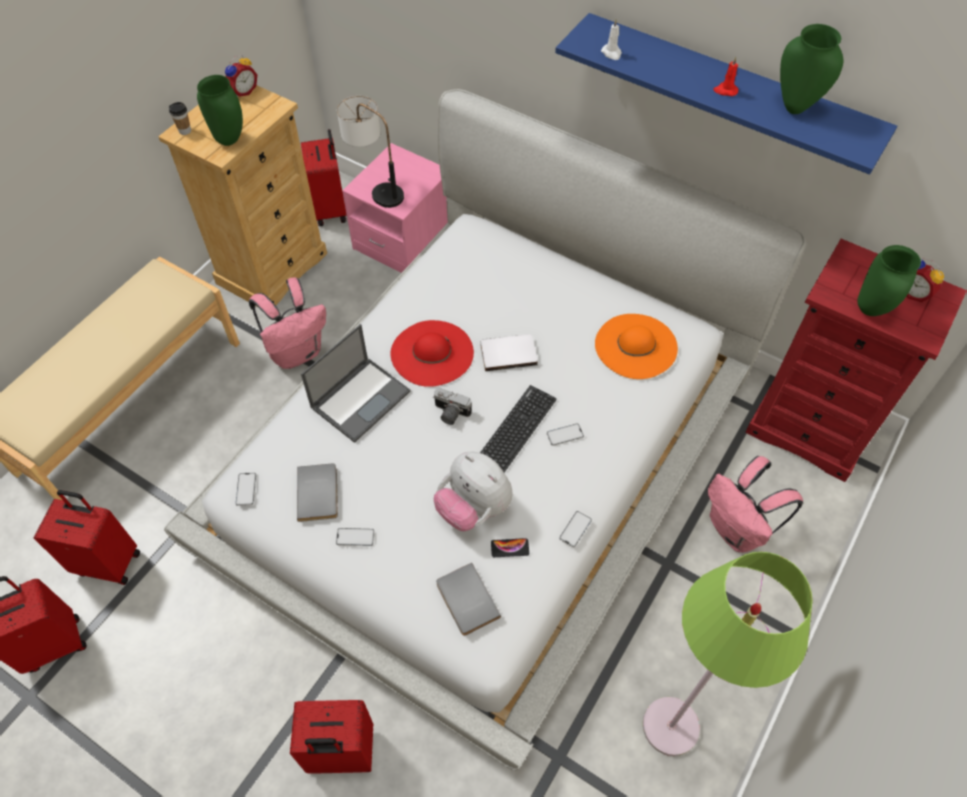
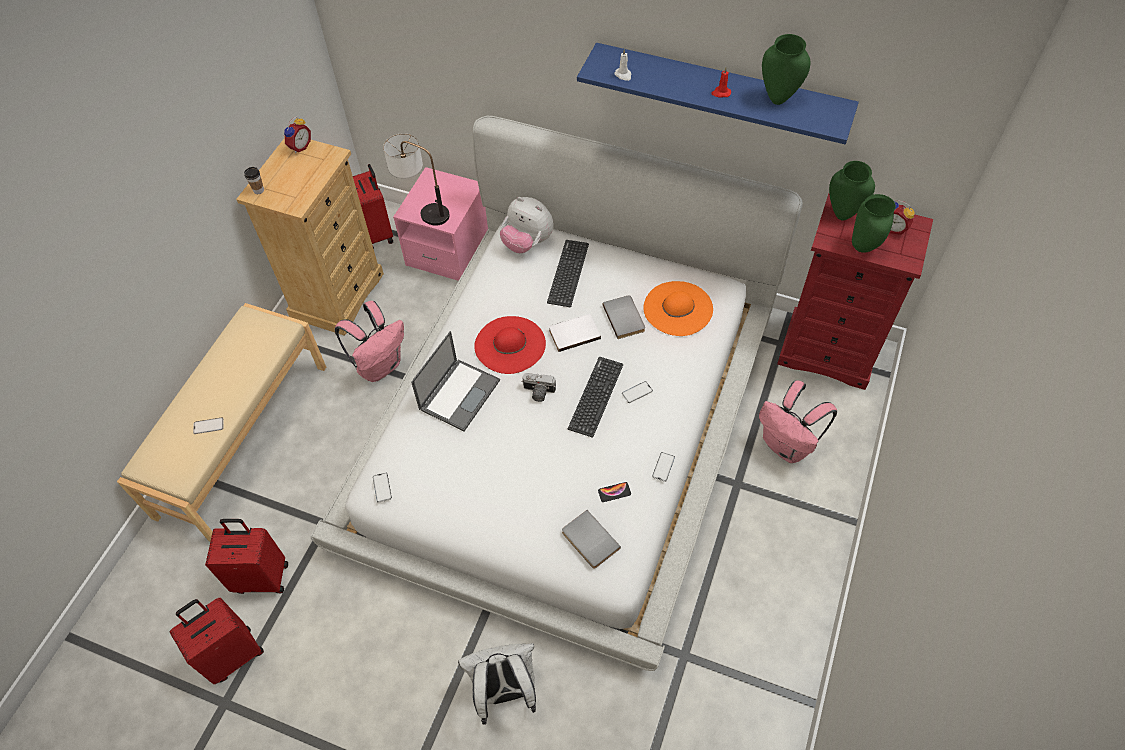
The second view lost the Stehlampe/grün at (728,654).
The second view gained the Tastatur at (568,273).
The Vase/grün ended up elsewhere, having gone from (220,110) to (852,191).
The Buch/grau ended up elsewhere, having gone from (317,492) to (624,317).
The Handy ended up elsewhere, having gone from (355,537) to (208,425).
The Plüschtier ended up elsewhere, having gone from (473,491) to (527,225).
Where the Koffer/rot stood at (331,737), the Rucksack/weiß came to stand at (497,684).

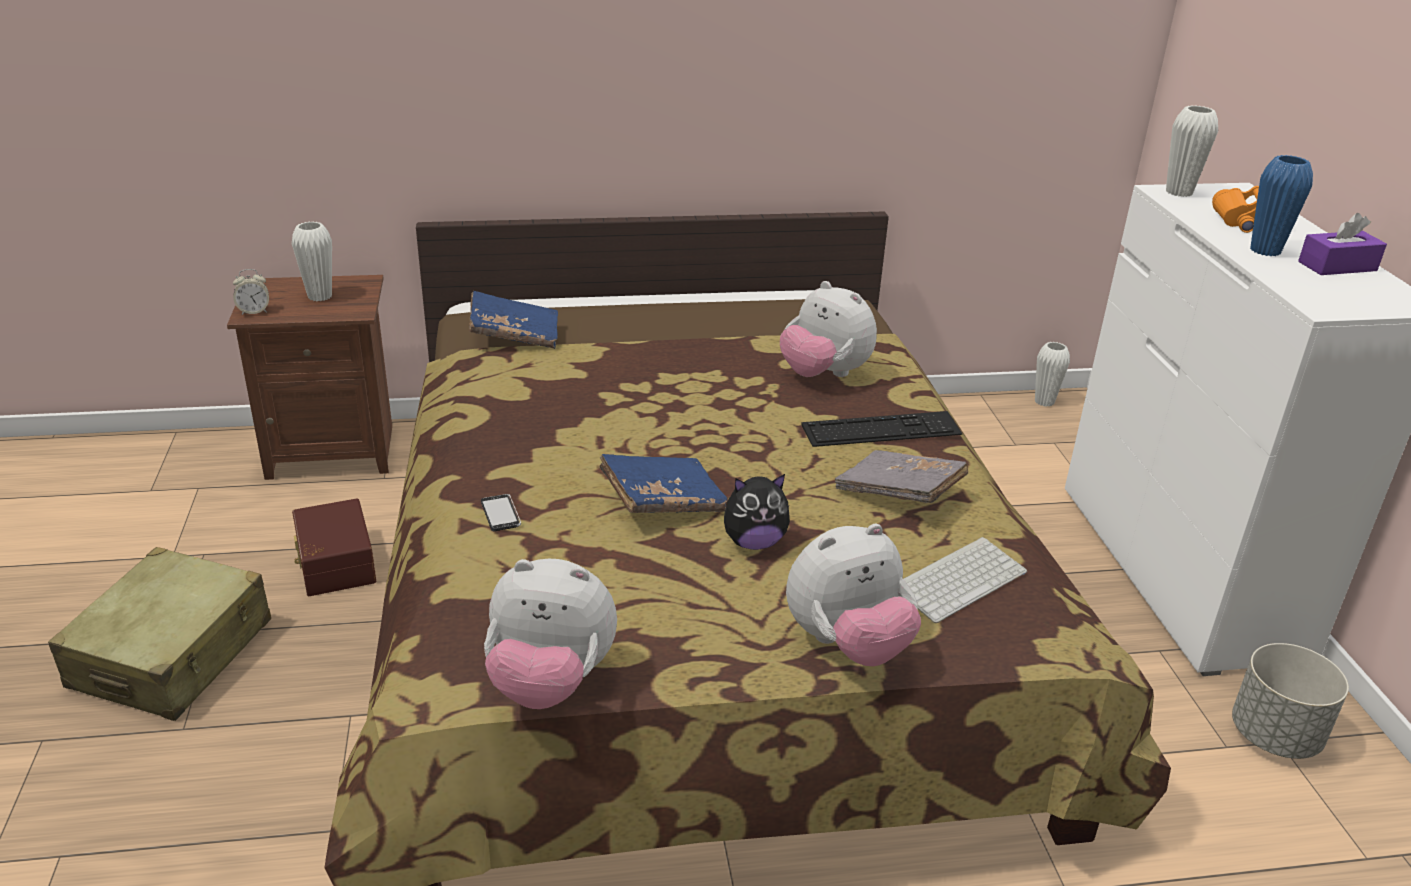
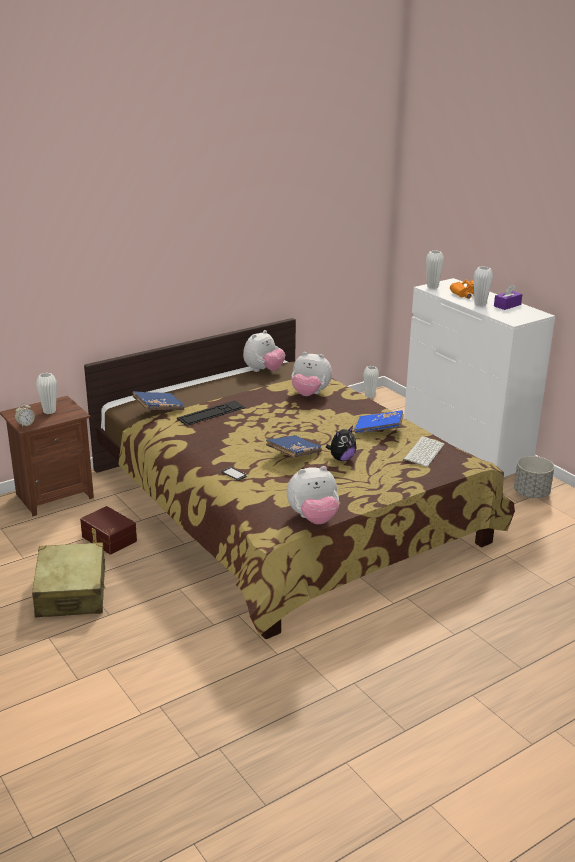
The Plüschtier ended up elsewhere, having gone from (853,595) to (264,351).
The Tastatur ended up elsewhere, having gone from (881,429) to (211,413).
What was the Buch/grau at (901,476) turned into the Buch/blau at (379,422).
What was the Vase/blau at (1281,205) turned into the Vase/weiß at (483,286).

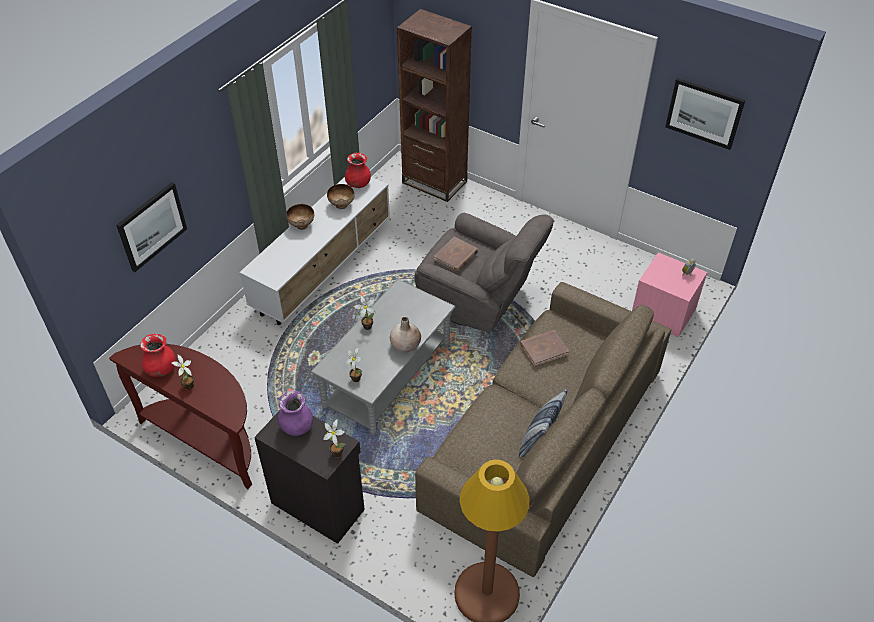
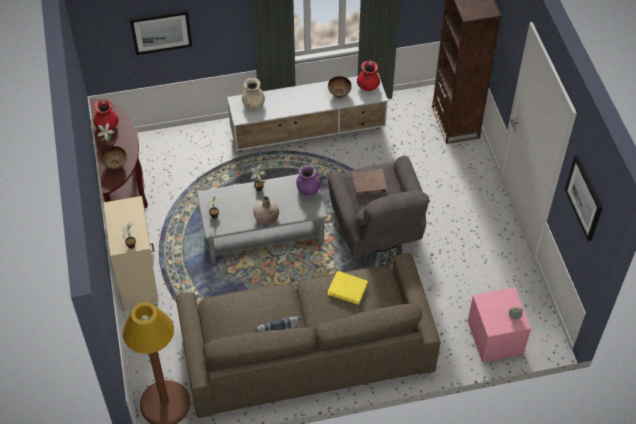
The second view gained the Vase/beige at (253,93).
The Vase/lila ended up elsewhere, having gone from (295,413) to (308,180).
The Schüssel ended up elsewhere, having gone from (300,217) to (114,158).
What was the Schrank/schwarz at (309,477) turned into the Schrank/beige at (131,252).
What was the Buch/braun at (544,348) turned into the Buch/gelb at (348,288).

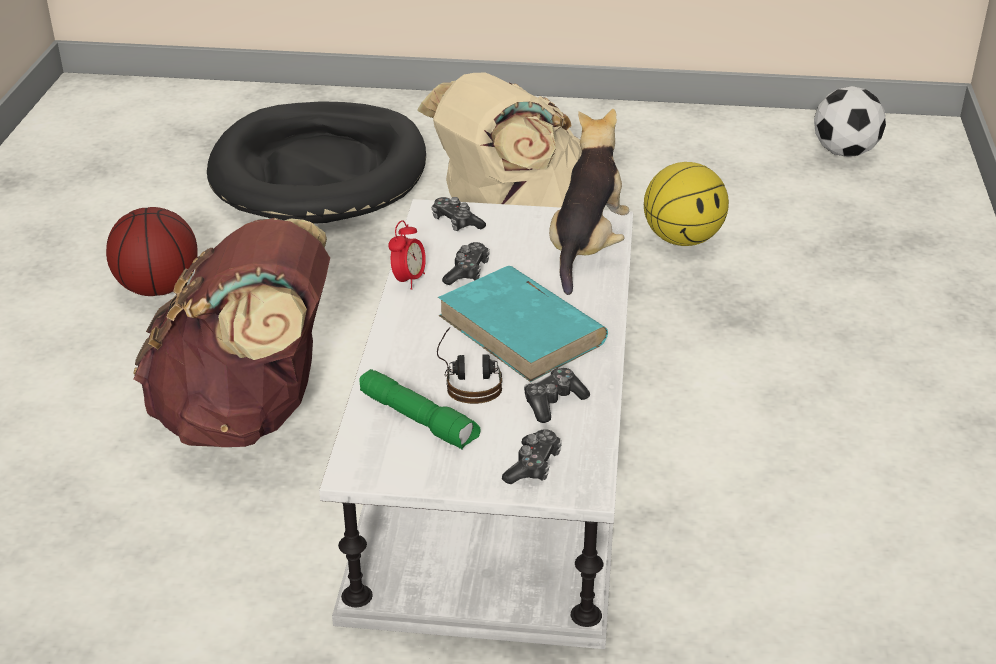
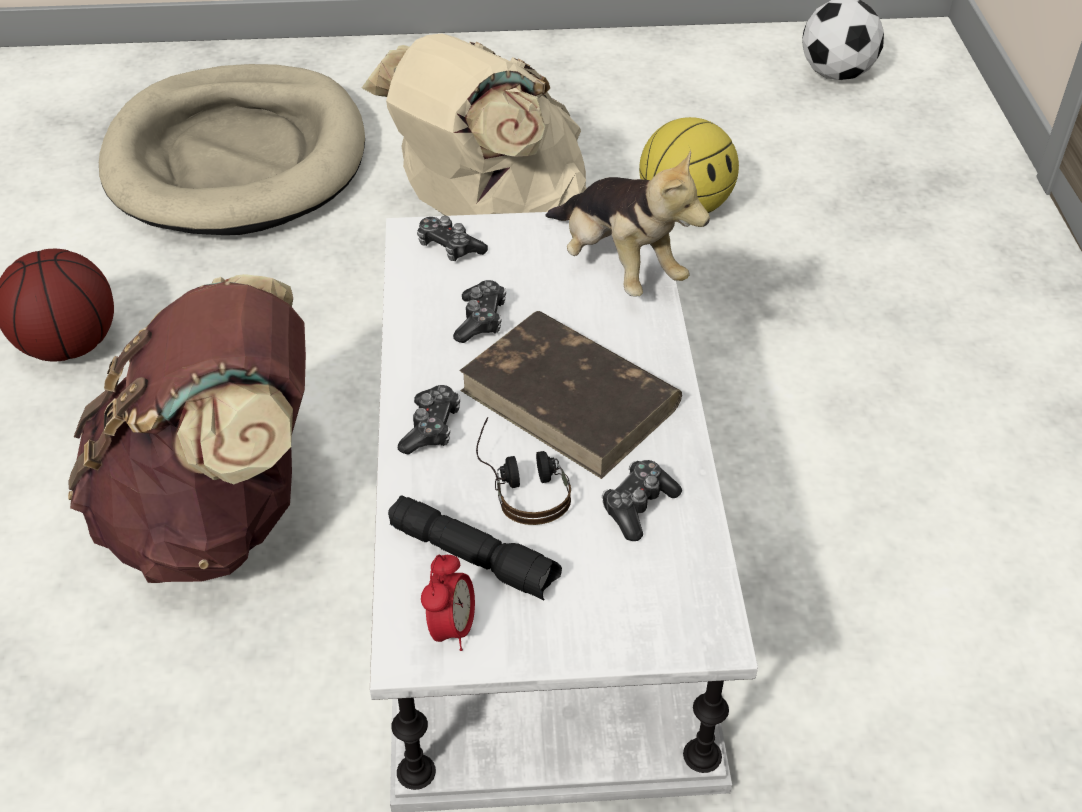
The Wecker ended up elsewhere, having gone from (407,255) to (448,603).
The Gamepad ended up elsewhere, having gone from (532,456) to (429,420).
What was the Hundebett/schwarz at (316,162) turned into the Hundebett/beige at (232,149).
What was the Taschenlampe/grün at (420,409) turned into the Taschenlampe/schwarz at (475,547).
What was the Buch/türkis at (523,324) turned into the Buch/braun at (570,395).
The Plüschtier at (589,202) ended up facing another way, 135 degrees clockwise from before.

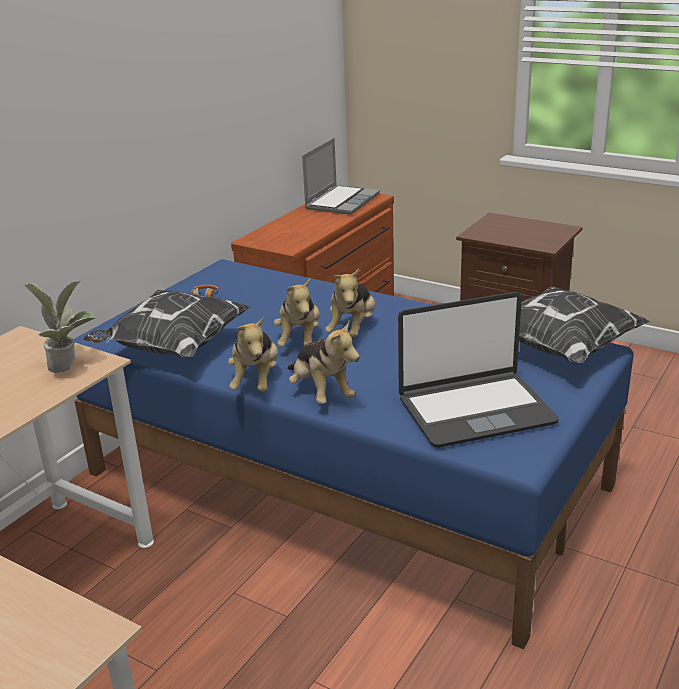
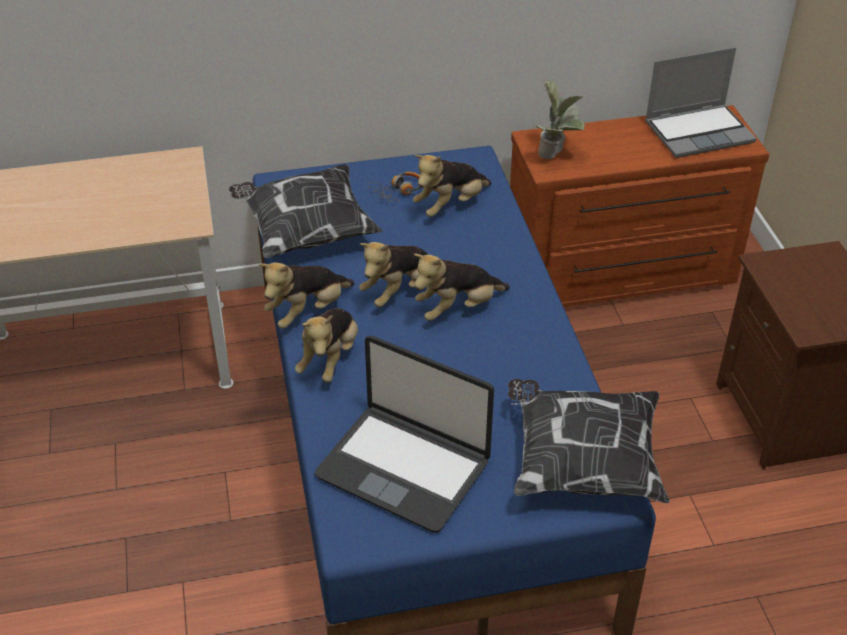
The second view gained the Plüschtier at (452,186).
The Topfpflanze ended up elsewhere, having gone from (60,327) to (559,120).

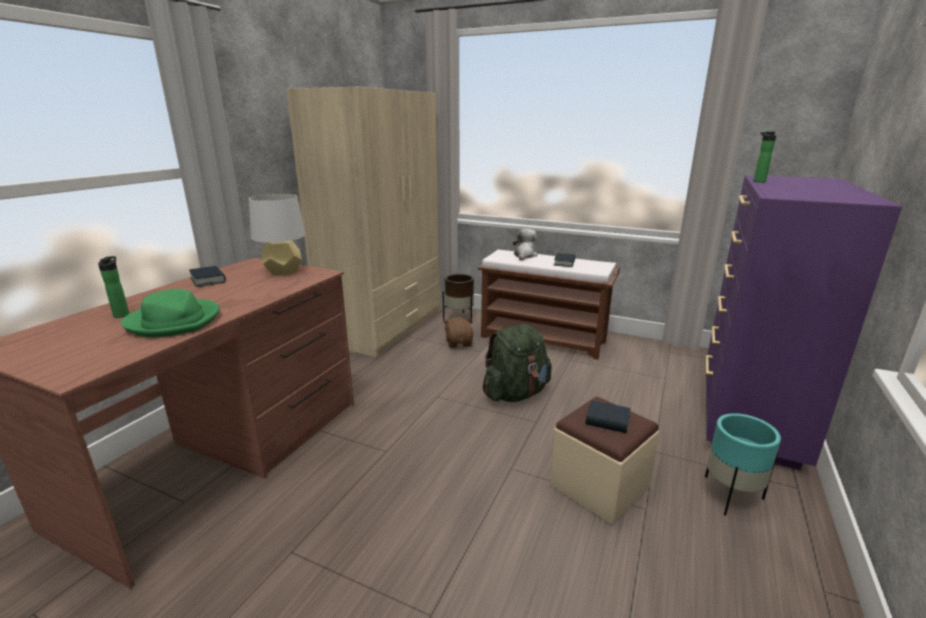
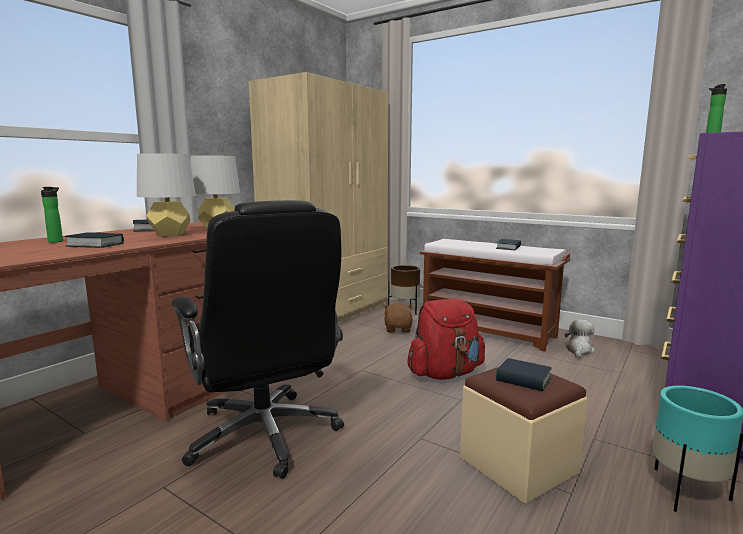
The second view gained the Tischlampe/grau at (166,195).
The second view gained the Bürostuhl/schwarz at (258,339).
The Plüschtier ended up elsewhere, having gone from (525,244) to (579,338).
Where the Hut/grün stood at (170,313), the Buch came to stand at (94,240).
What was the Rucksack/grün at (517,363) turned into the Rucksack/rot at (446,339).

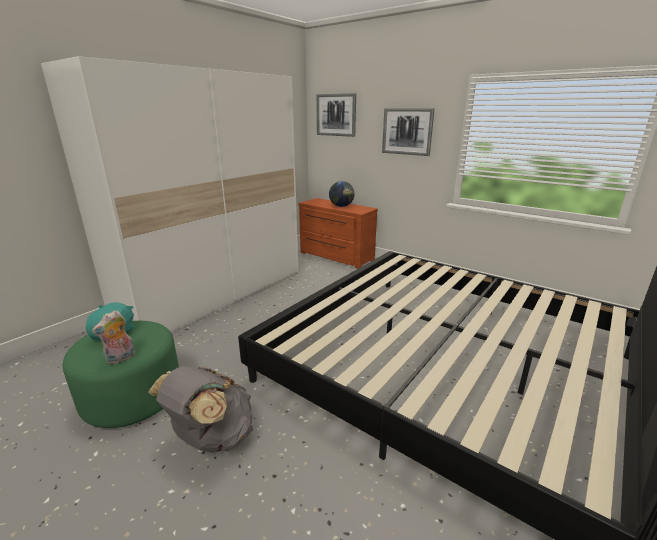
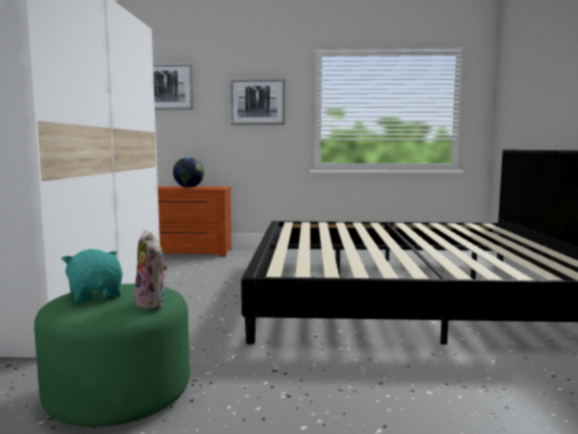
The second view lost the Rucksack/grau at (200,409).
The Plüschtier at (113,337) ended up facing another way, 45 degrees counterclockwise from before.

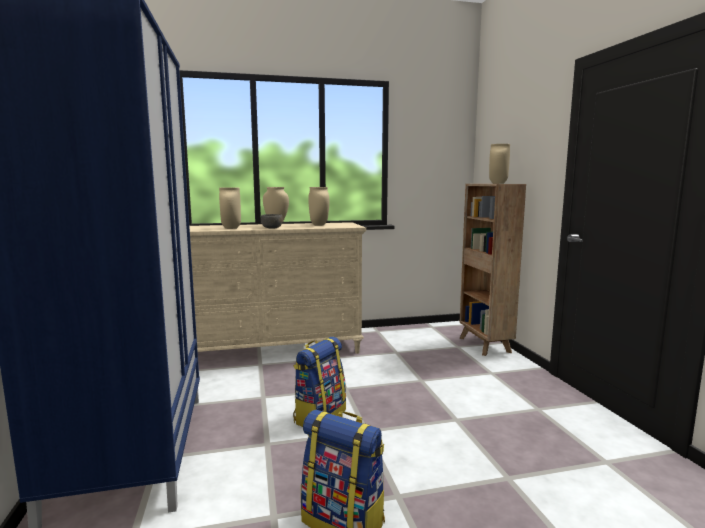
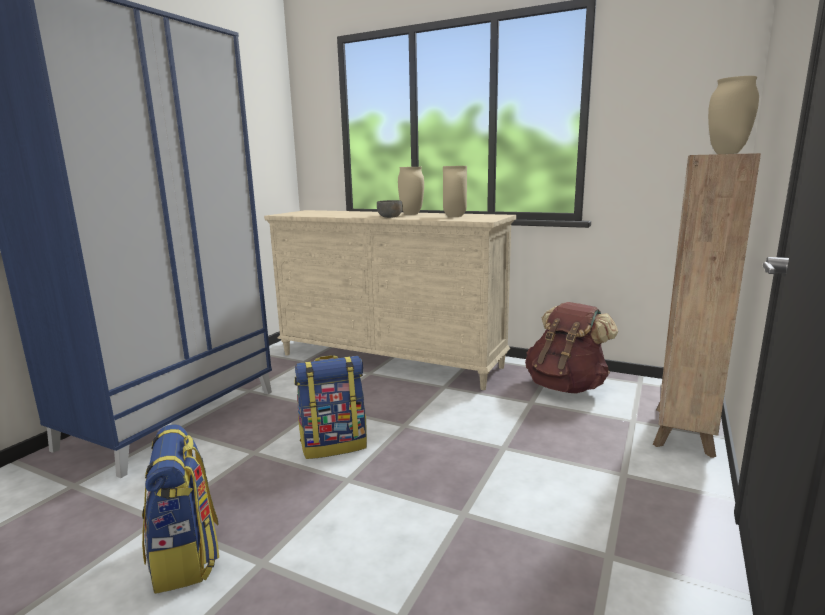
The second view lost the Vase/beige at (230,208).
The second view gained the Rucksack/braun at (571,348).

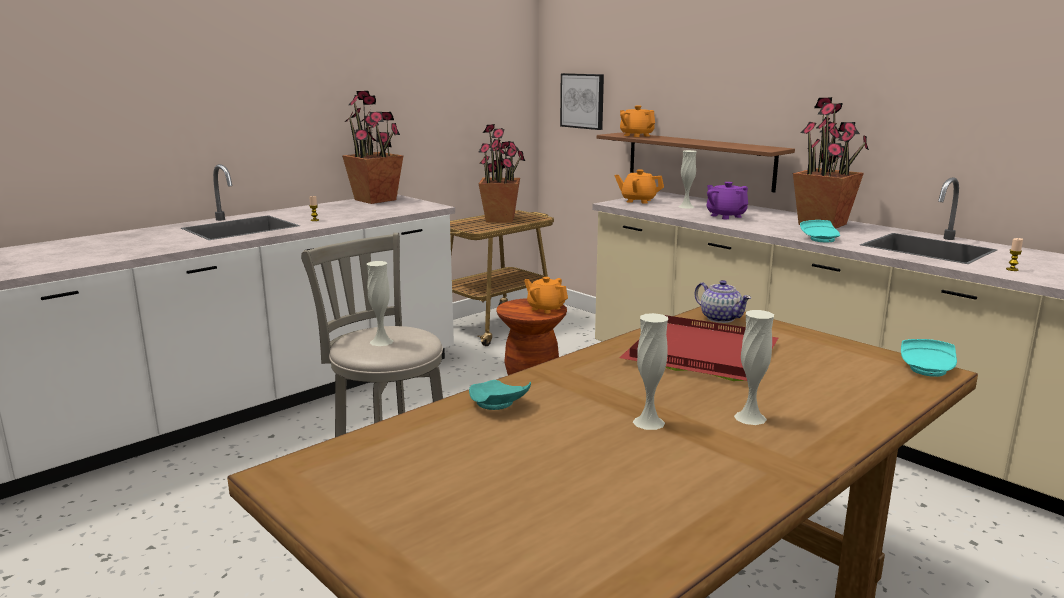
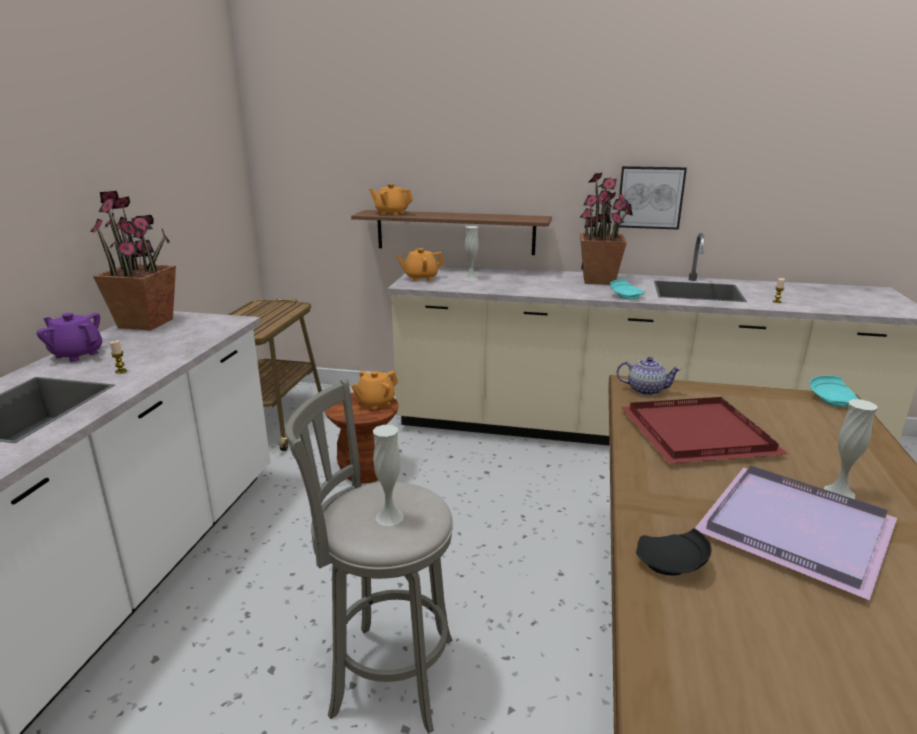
The second view lost the Topfpflanze at (501,173).
The Bild ended up elsewhere, having gone from (582,101) to (653,198).
The Teekanne/lila ended up elsewhere, having gone from (727,200) to (69,337).
Where the Vase/weiß stood at (650,371), the Tablett/lila came to stand at (796,533).
What was the Teller/türkis at (500,395) turned into the Teller/schwarz at (674,551).
The Teekanne/orange at (546,295) ended up facing another way, 45 degrees counterclockwise from before.

